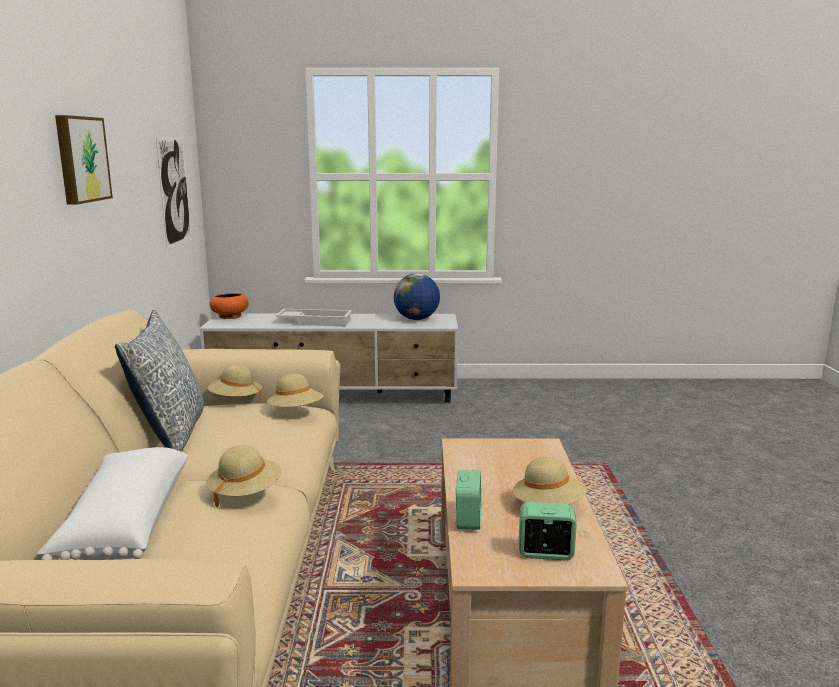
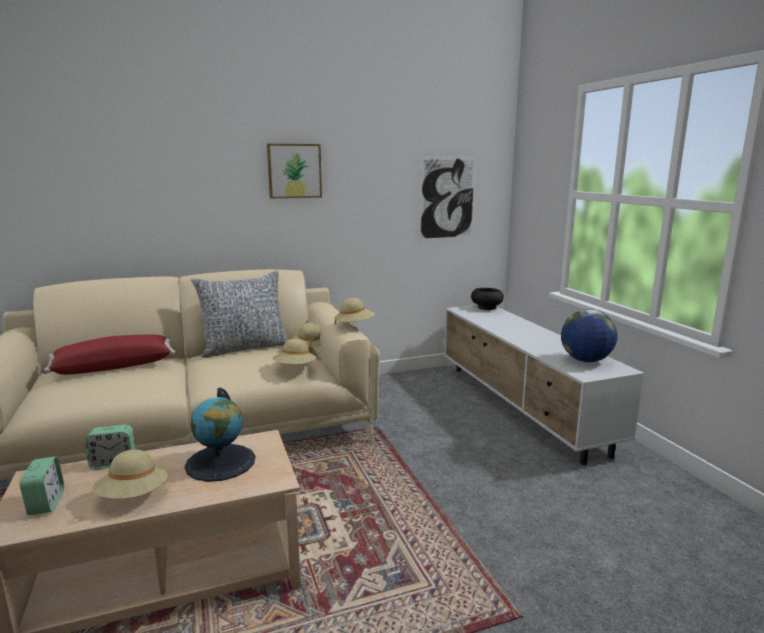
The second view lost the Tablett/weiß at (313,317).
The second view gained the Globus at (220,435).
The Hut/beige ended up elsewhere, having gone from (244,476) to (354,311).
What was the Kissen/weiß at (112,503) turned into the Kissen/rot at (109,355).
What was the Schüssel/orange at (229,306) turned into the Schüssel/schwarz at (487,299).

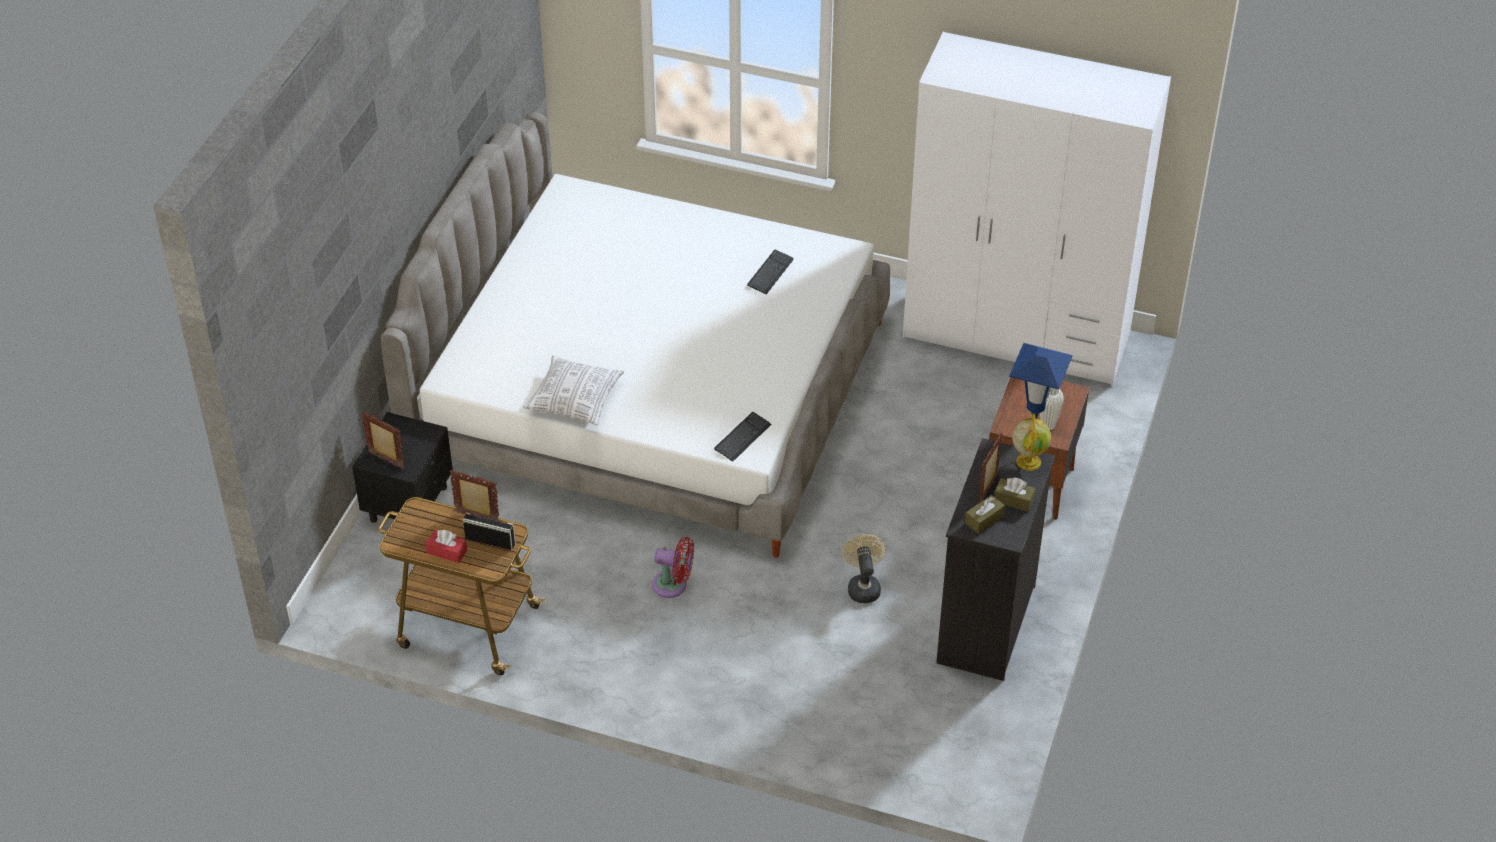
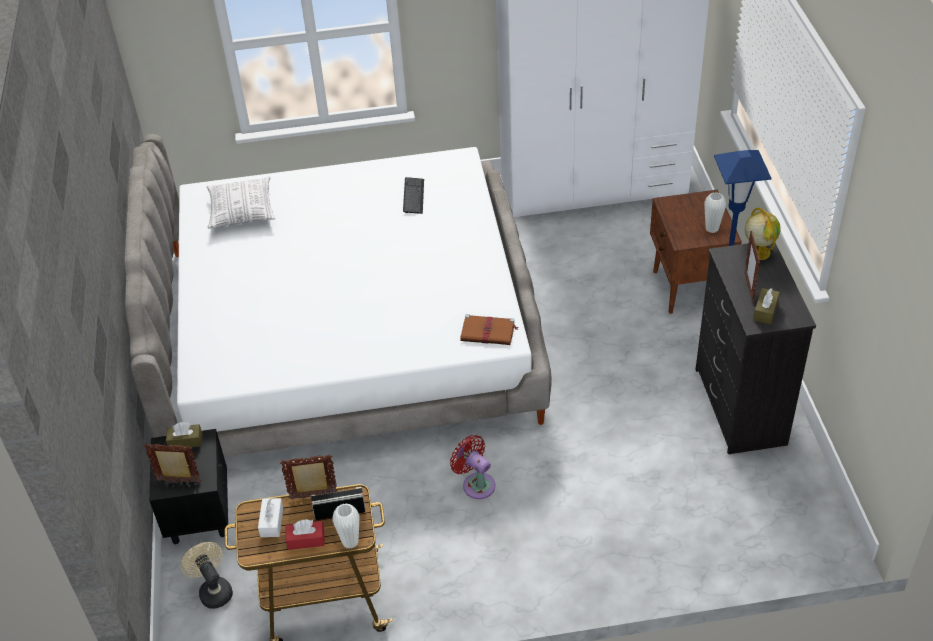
The second view gained the Taschentuchbox/weiß at (270,517).
The second view gained the Vase/weiß at (345,526).
The Kissen ended up elsewhere, having gone from (574,390) to (241,203).
The Ventilator/beige ended up elsewhere, having gone from (864,568) to (207,575).
The Taschentuchbox/braun ended up elsewhere, having gone from (1014,495) to (184,435).
Where the Tastatur stood at (742,437), the Buch/braun came to stand at (489,329).
The Ventilator/rot at (673,567) ended up facing another way, 120 degrees counterclockwise from before.

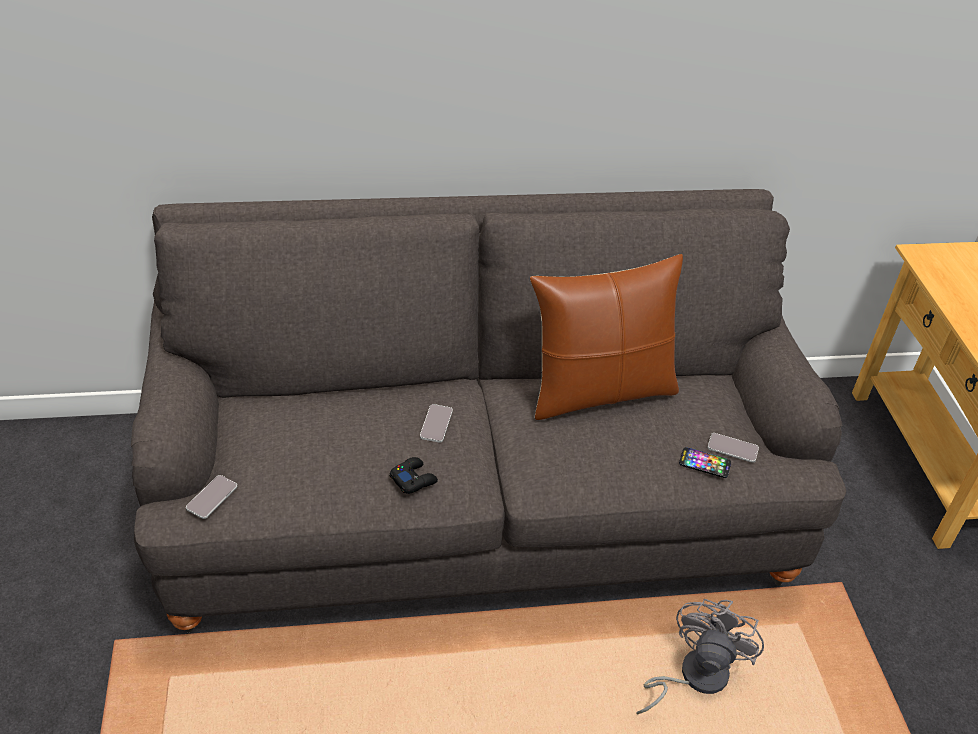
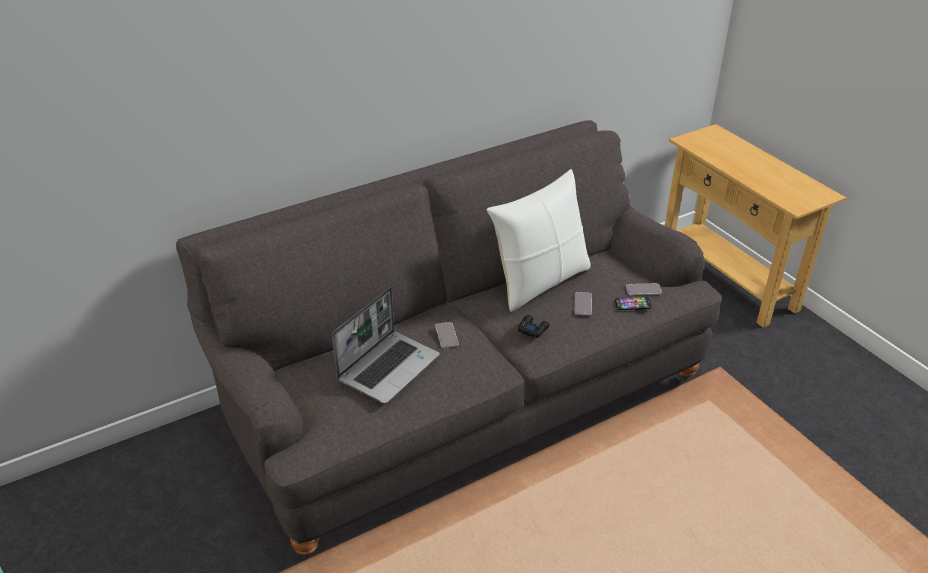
The second view lost the Ventilator/grau at (700,657).
The second view gained the Laptop at (386,345).
The Handy ended up elsewhere, having gone from (211,497) to (583,304).
The Gamepad/schwarz ended up elsewhere, having gone from (414,475) to (534,326).
What was the Kissen/braun at (606,337) turned into the Kissen/weiß at (539,240).

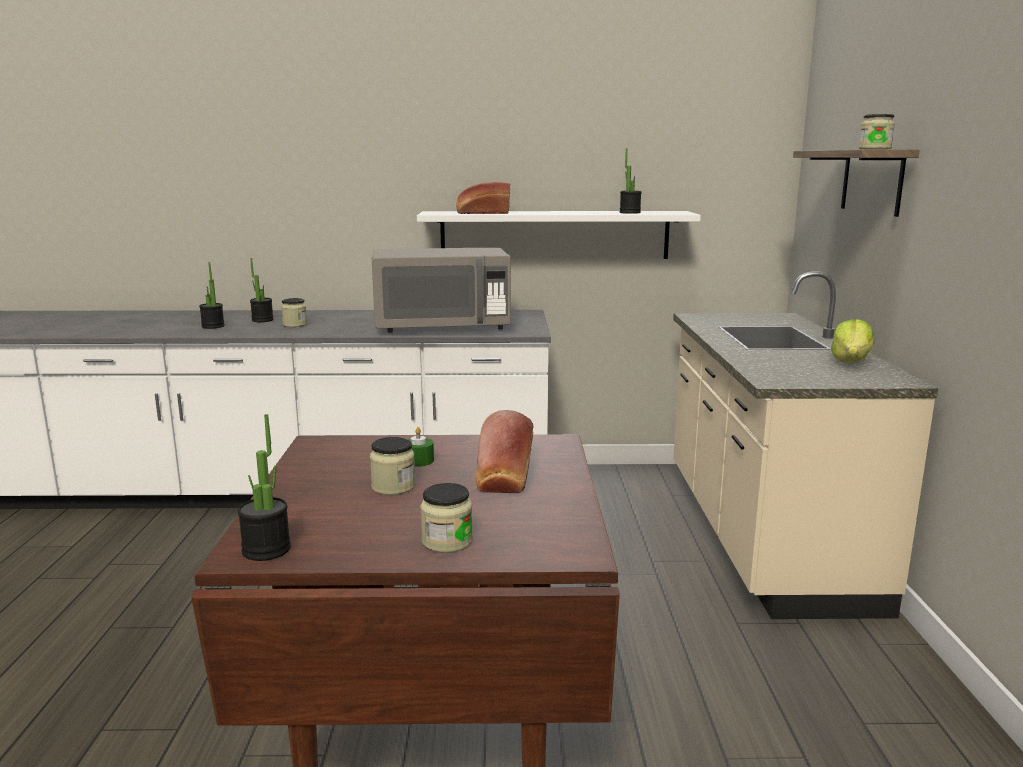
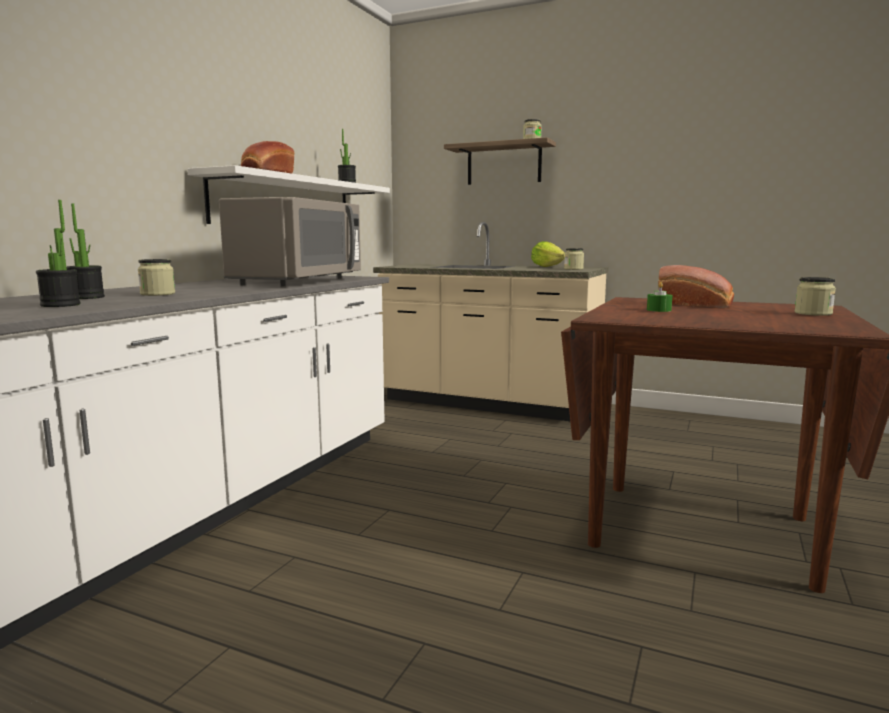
The second view lost the Topfpflanze at (264,487).
The Vorratsglas ended up elsewhere, having gone from (392,466) to (574,259).

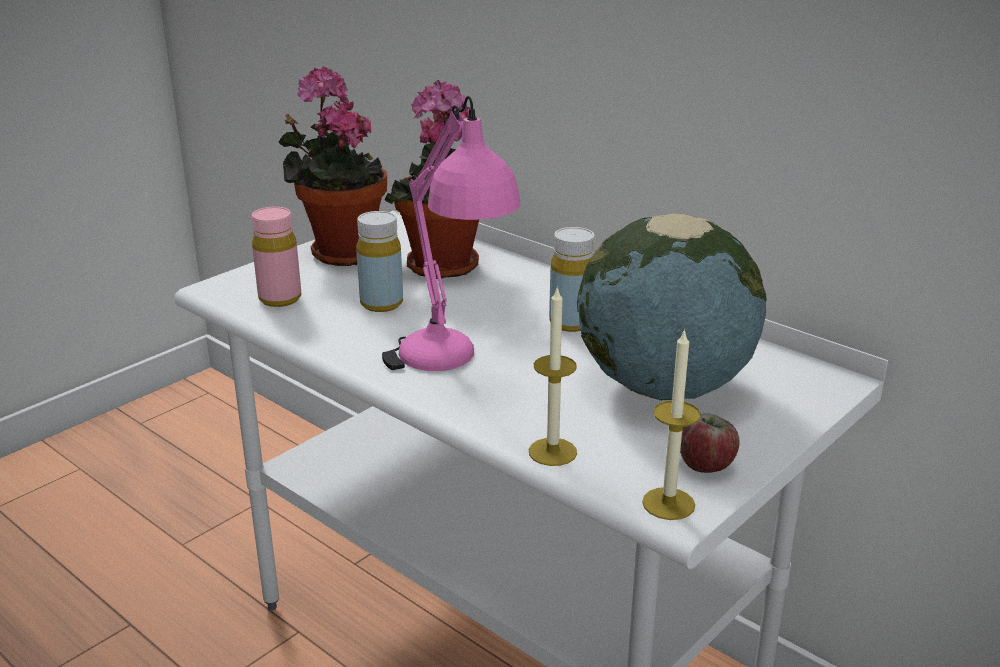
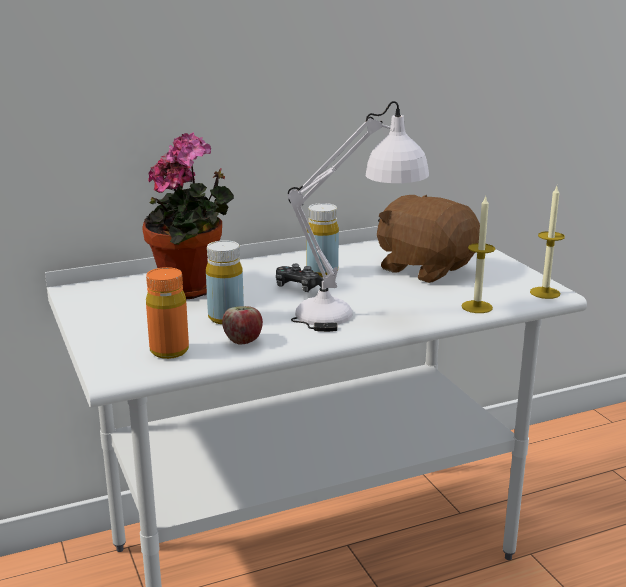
The second view lost the Topfpflanze at (332,166).
The second view gained the Gamepad at (299,278).
The Apfel ended up elsewhere, having gone from (709,443) to (242,325).
Where the Globus stood at (672,307), the Plüschtier/braun came to stand at (428,239).
What was the Flasche/rosa at (276,257) turned into the Flasche/orange at (167,313).
What was the Tischlampe/rosa at (451,233) turned into the Tischlampe/weiß at (358,216).

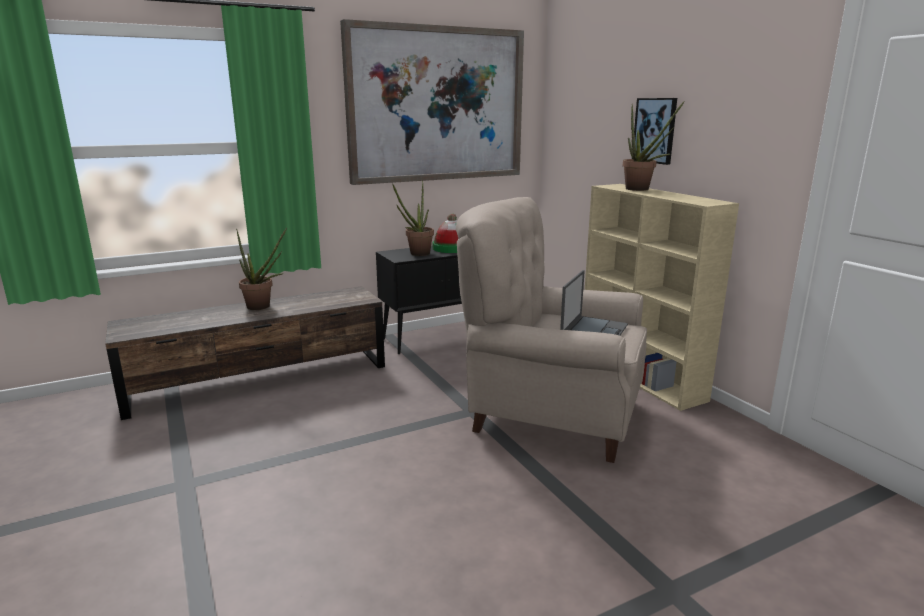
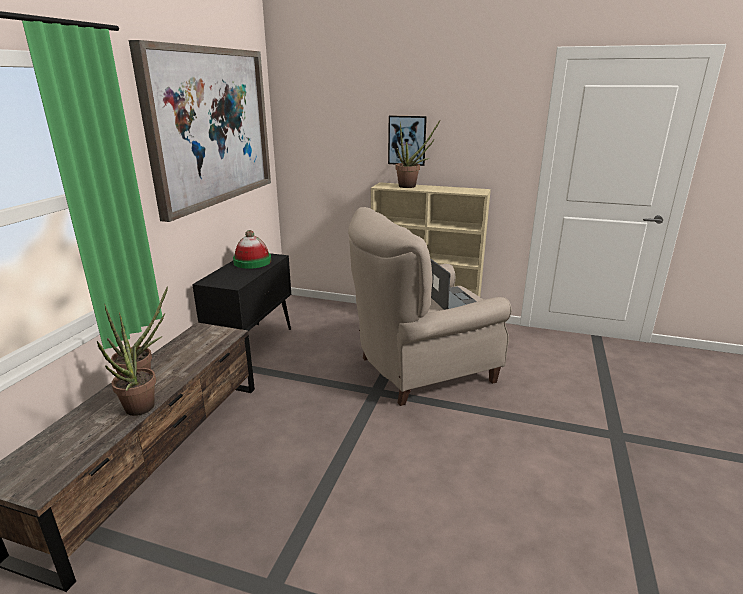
The Topfpflanze ended up elsewhere, having gone from (413,218) to (126,364).

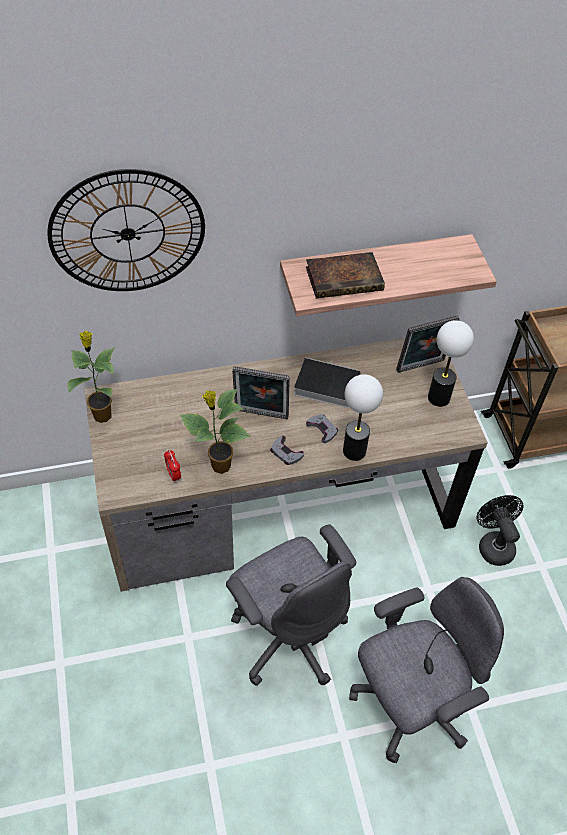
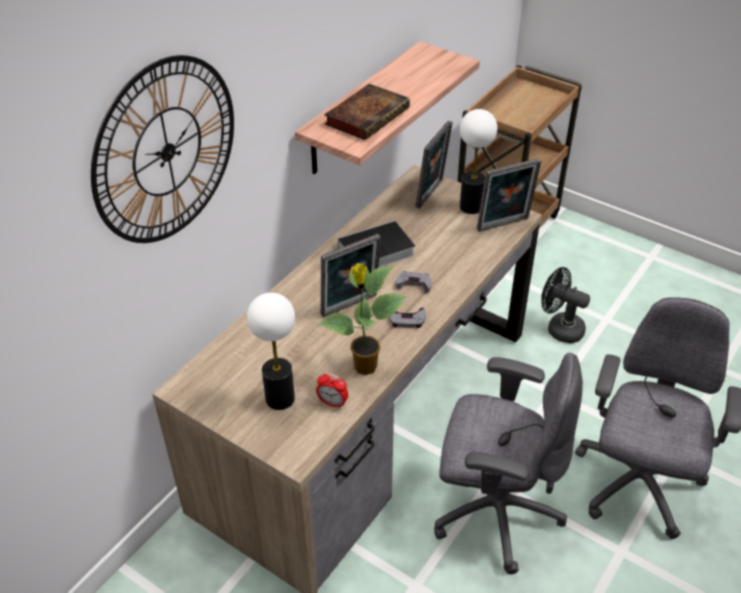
The second view lost the Topfpflanze at (91,377).
The second view gained the Bilderrahmen at (509,195).
The Tischlampe ended up elsewhere, having gone from (363,417) to (271,351).

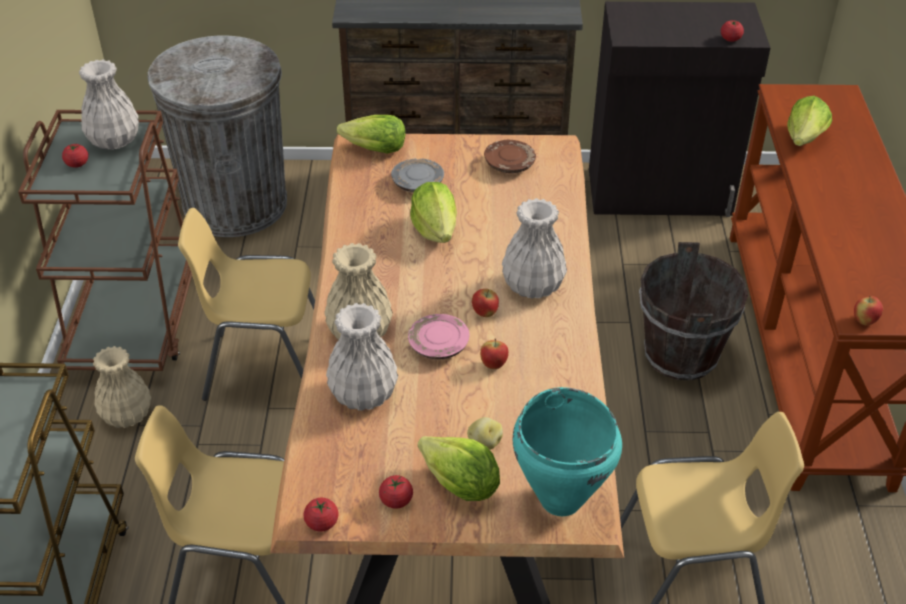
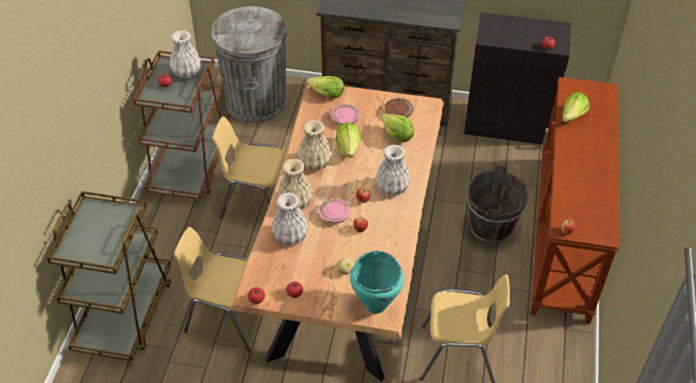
The Vase/beige ended up elsewhere, having gone from (122,387) to (315,145).
The Salatkopf ended up elsewhere, having gone from (459,468) to (397,128).
What was the Teller/grau at (417,175) turned into the Teller/rosa at (345,114).

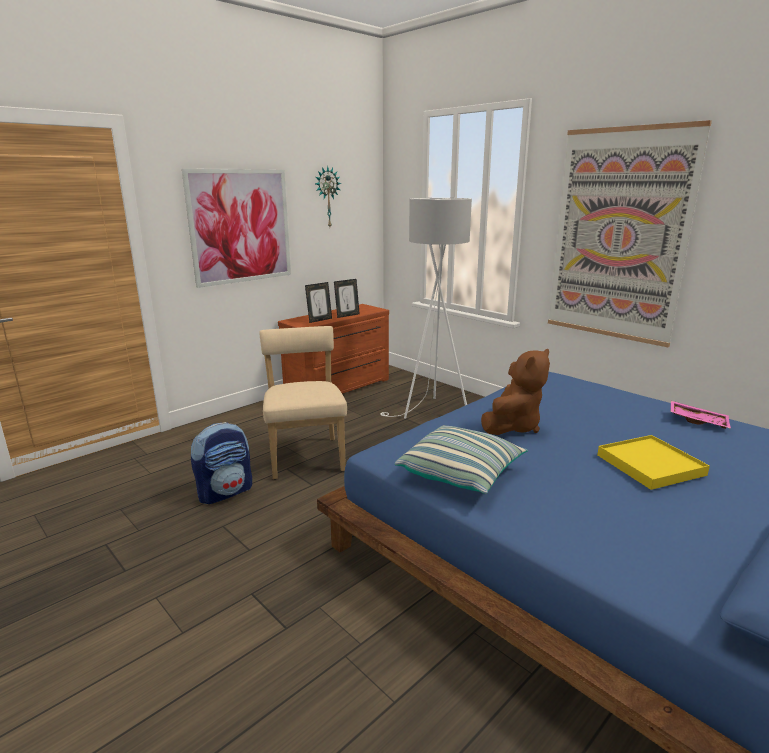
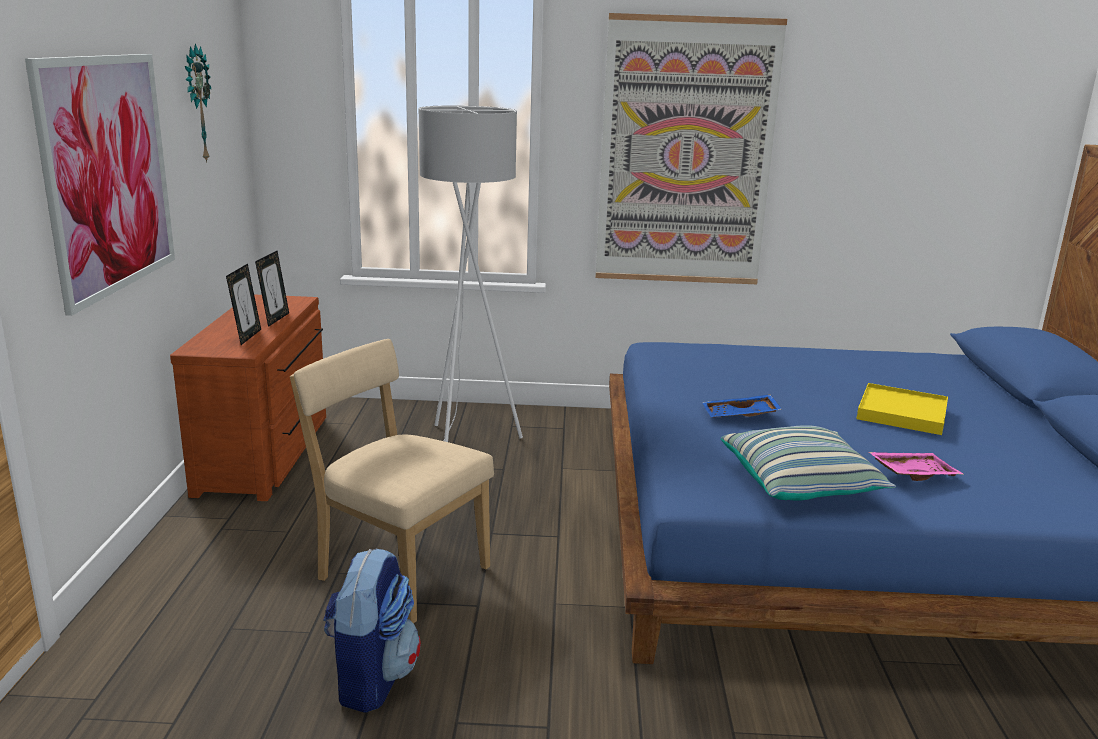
The Tablett/rosa ended up elsewhere, having gone from (701,415) to (916,466).
Where the Plüschtier/braun stood at (515,392), the Tablett/blau came to stand at (742,406).

